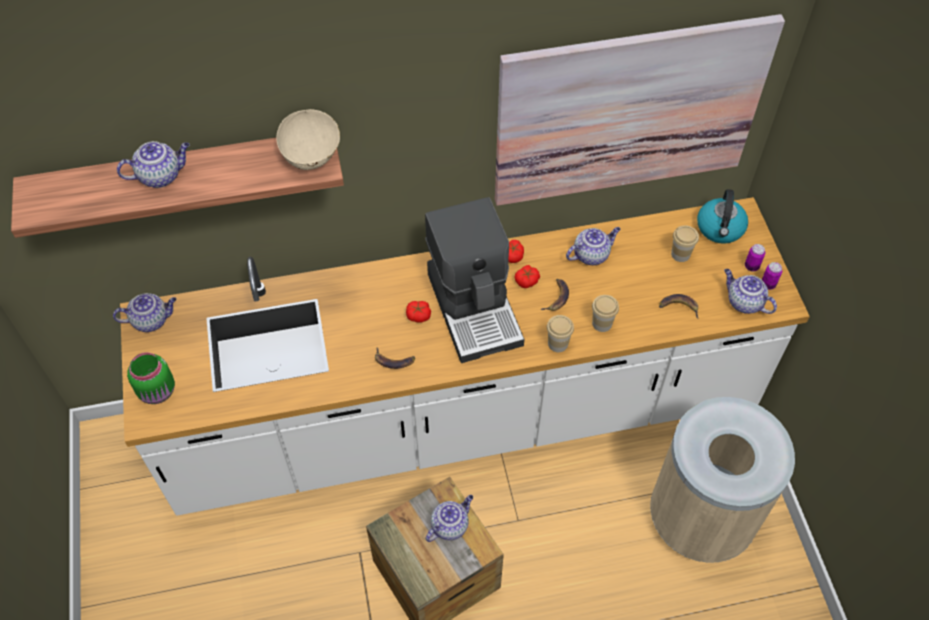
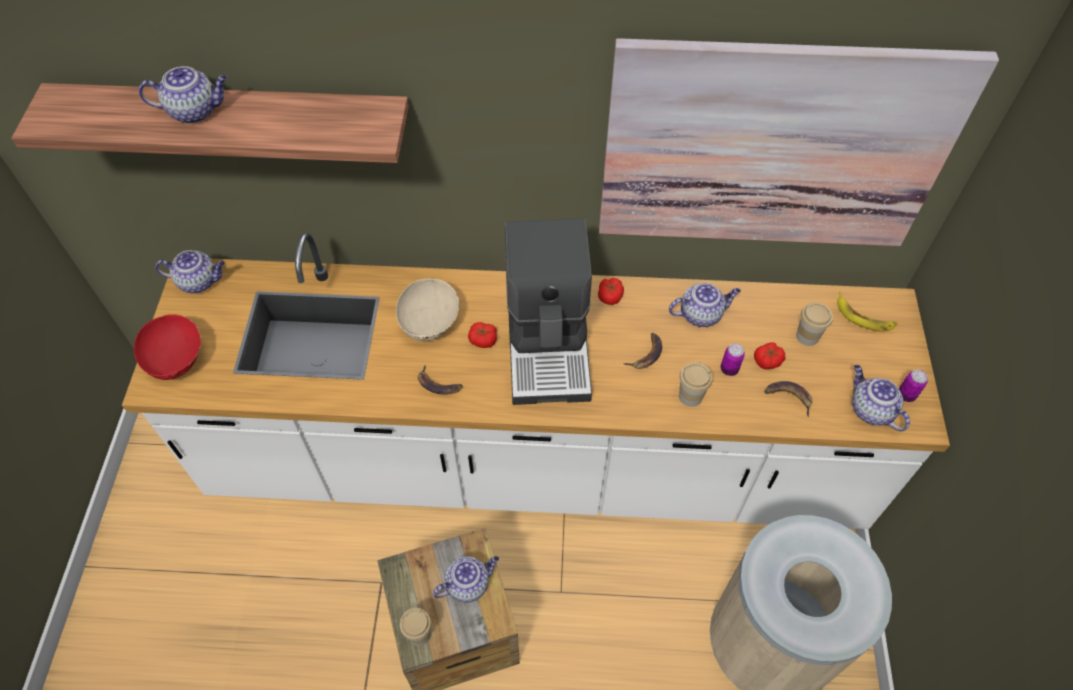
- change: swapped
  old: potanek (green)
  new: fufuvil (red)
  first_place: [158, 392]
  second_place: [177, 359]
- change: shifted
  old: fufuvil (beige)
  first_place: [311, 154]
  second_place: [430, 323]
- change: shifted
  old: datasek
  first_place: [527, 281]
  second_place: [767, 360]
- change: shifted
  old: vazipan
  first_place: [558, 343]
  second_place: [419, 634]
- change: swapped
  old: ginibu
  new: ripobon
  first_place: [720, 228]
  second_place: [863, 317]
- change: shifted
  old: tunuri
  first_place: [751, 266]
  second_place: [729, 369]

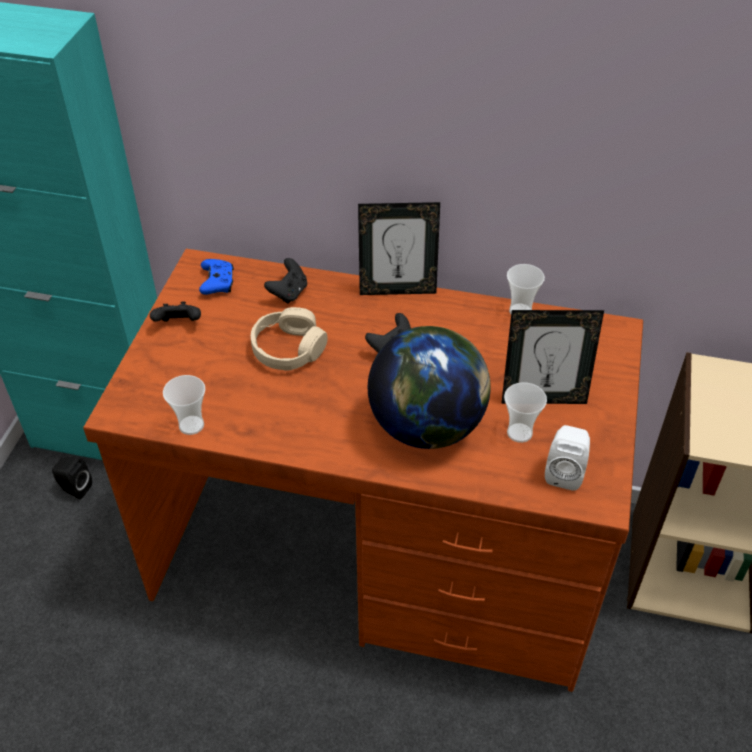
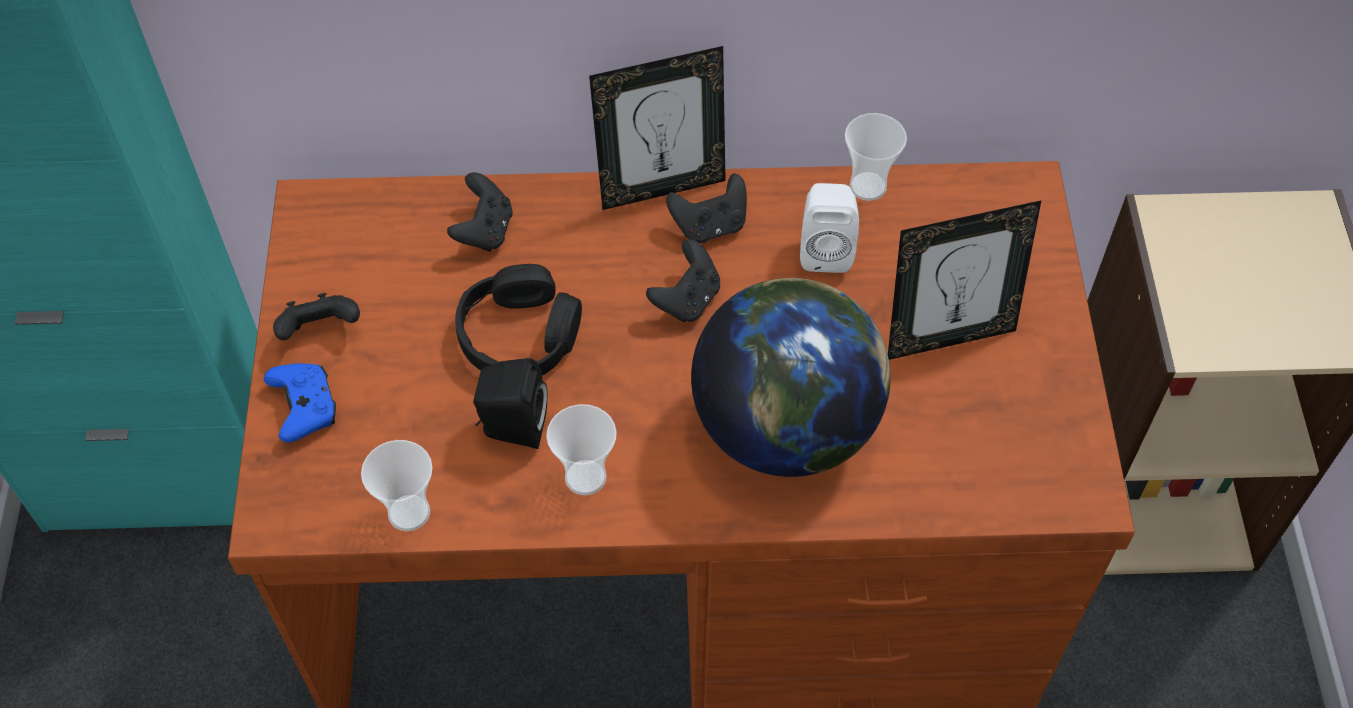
- change: shifted
  old: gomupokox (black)
  first_place: [74, 488]
  second_place: [511, 428]
- change: shifted
  old: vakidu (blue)
  first_place: [217, 283]
  second_place: [305, 408]
- change: repainted
  old: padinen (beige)
  new: padinen (black)
  first_place: [288, 349]
  second_place: [520, 336]
- change: shifted
  old: vazipan
  first_place: [519, 433]
  second_place: [585, 477]
- change: shifted
  old: gomupokox (white)
  first_place: [564, 472]
  second_place: [825, 249]
- change: new
  new: vakidu (black)
  second_place: [710, 226]

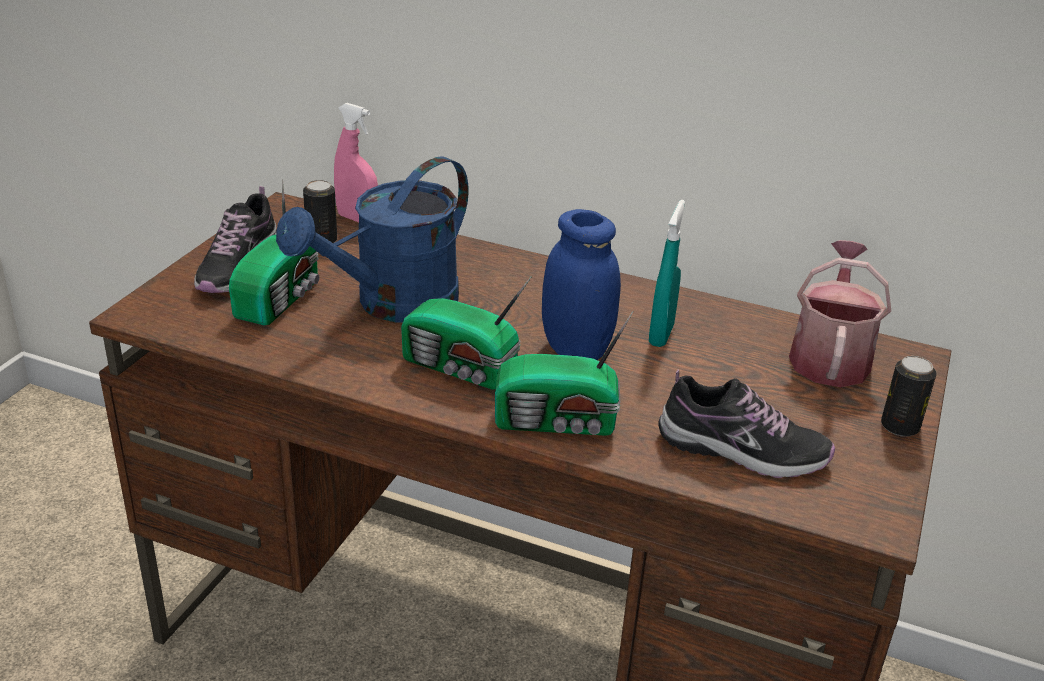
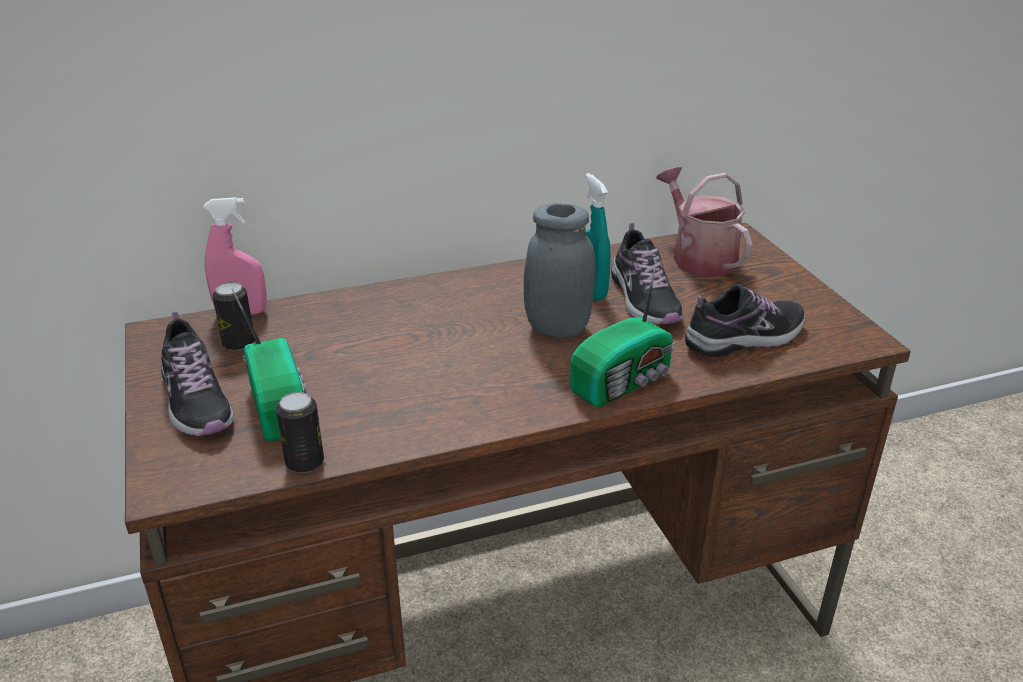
- change: gone
  old: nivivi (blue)
  first_place: [393, 305]
- change: gone
  old: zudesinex
  first_place: [461, 368]
- change: repainted
  old: potanek (blue)
  new: potanek (grey)
  first_place: [576, 350]
  second_place: [557, 328]
- change: shifted
  old: tunuri
  first_place: [899, 427]
  second_place: [305, 462]
- change: new
  new: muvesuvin
  second_place: [644, 299]

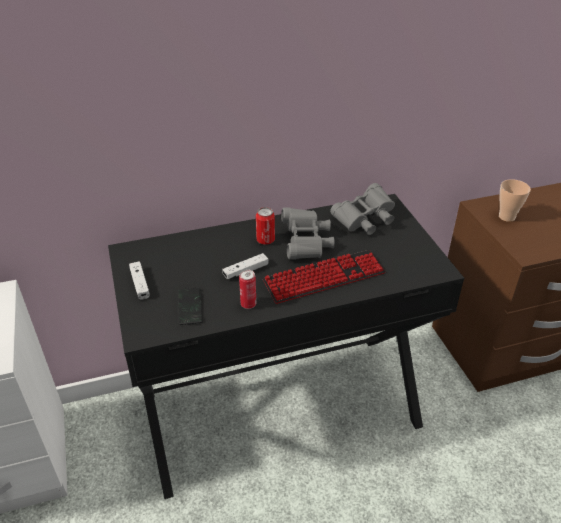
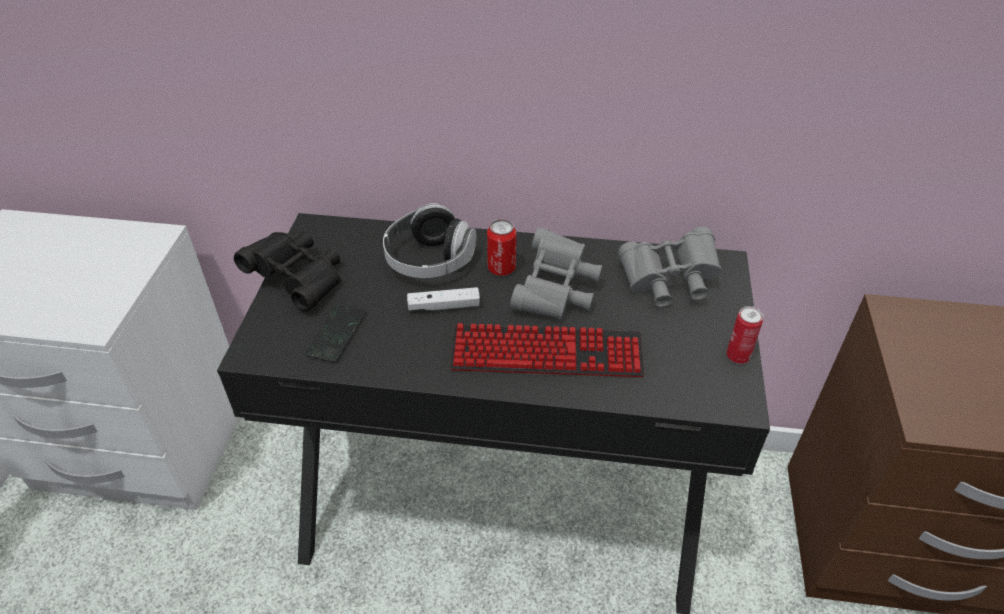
- change: swapped
  old: vakidu (white)
  new: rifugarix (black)
  first_place: [140, 284]
  second_place: [298, 280]
- change: shifted
  old: tunuri
  first_place: [248, 304]
  second_place: [737, 356]
- change: gone
  old: vazipan
  first_place: [506, 217]
- change: new
  new: padinen
  second_place: [429, 260]

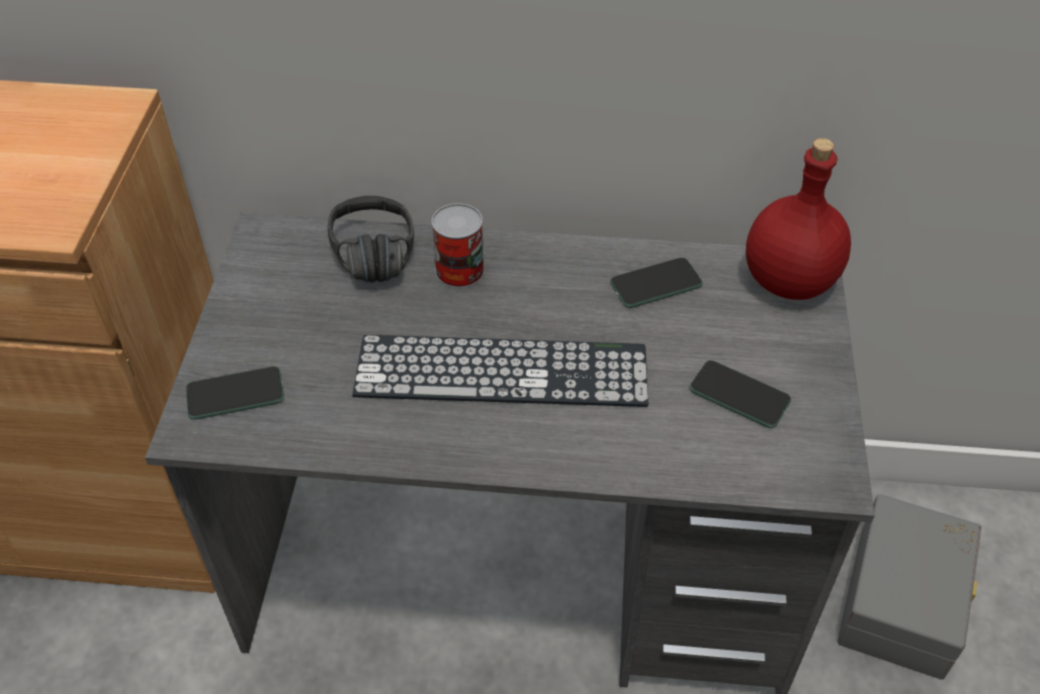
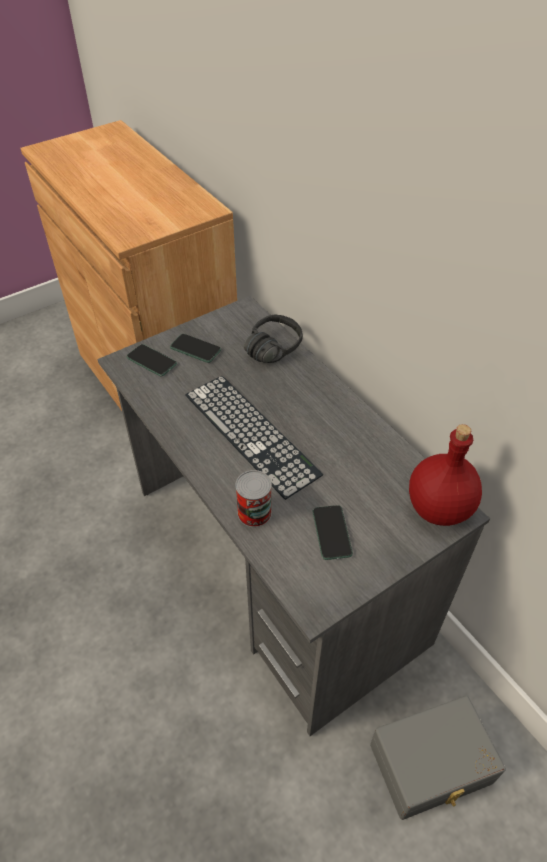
- change: shifted
  old: tunuri
  first_place: [459, 270]
  second_place: [254, 513]
- change: shifted
  old: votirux
  first_place: [655, 284]
  second_place: [195, 349]

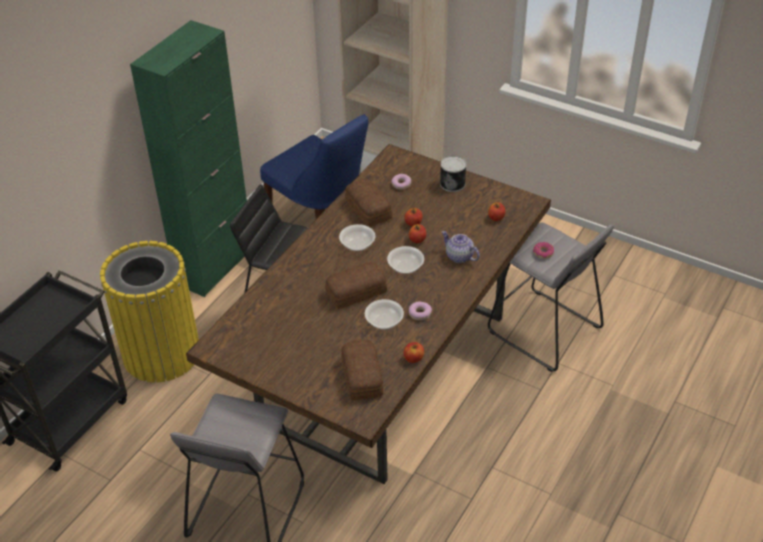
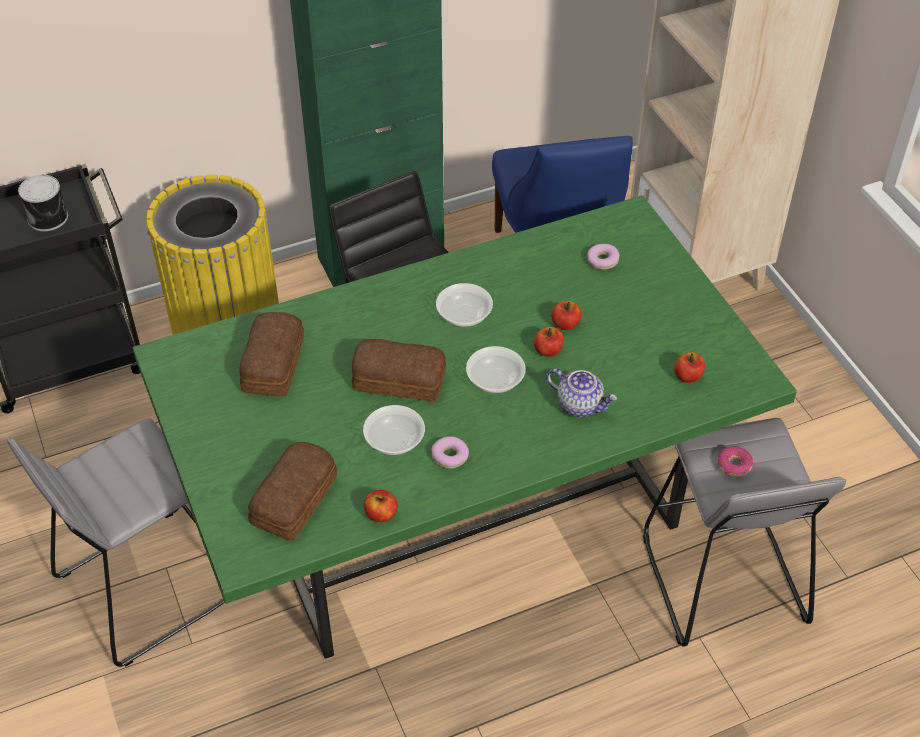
- change: repainted
  old: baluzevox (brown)
  new: baluzevox (green)
  first_place: [383, 370]
  second_place: [458, 506]
- change: shifted
  old: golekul
  first_place: [368, 210]
  second_place: [271, 365]
- change: shifted
  old: tunuri
  first_place: [453, 183]
  second_place: [49, 217]
- change: rotated
  old: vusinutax
  first_place: [459, 256]
  second_place: [580, 405]
  degrees: 135

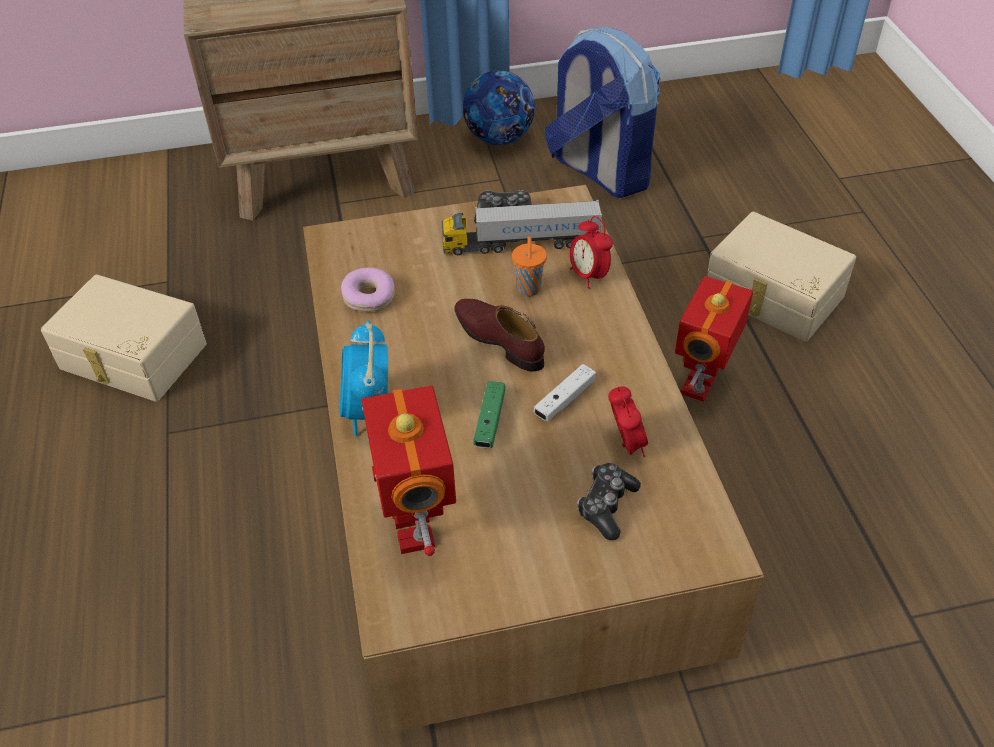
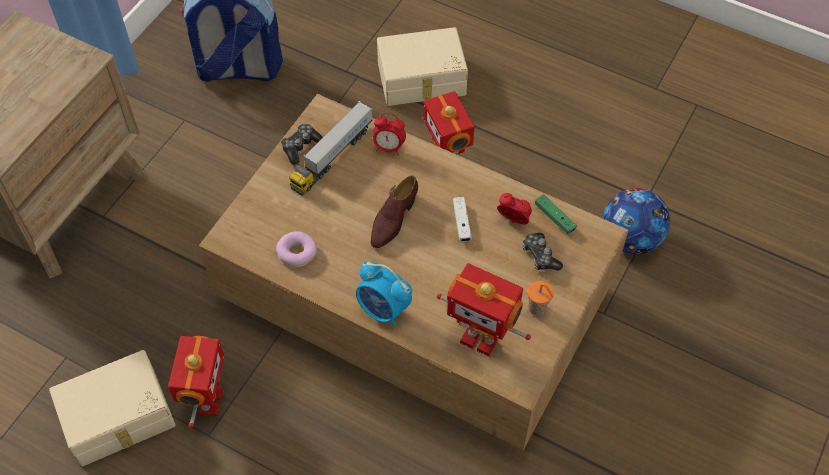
- change: rotated
  old: muvesuvin (brown)
  first_place: [499, 339]
  second_place: [393, 219]
  degrees: -60
- change: shifted
  old: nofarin
  first_place: [499, 138]
  second_place: [630, 239]
- change: shifted
  old: vakidu (green)
  first_place: [490, 421]
  second_place: [554, 218]
- change: shifted
  old: vazipan (orange)
  first_place: [529, 290]
  second_place: [538, 309]
- change: new
  new: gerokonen
  second_place: [208, 401]

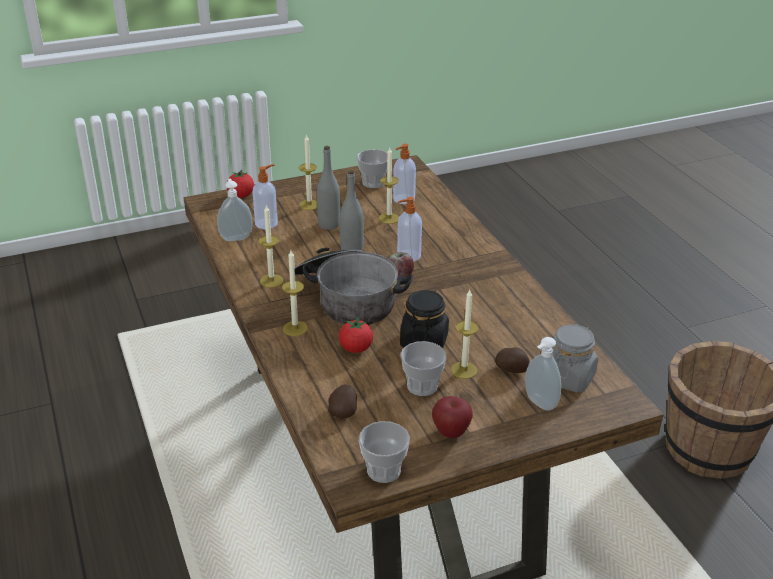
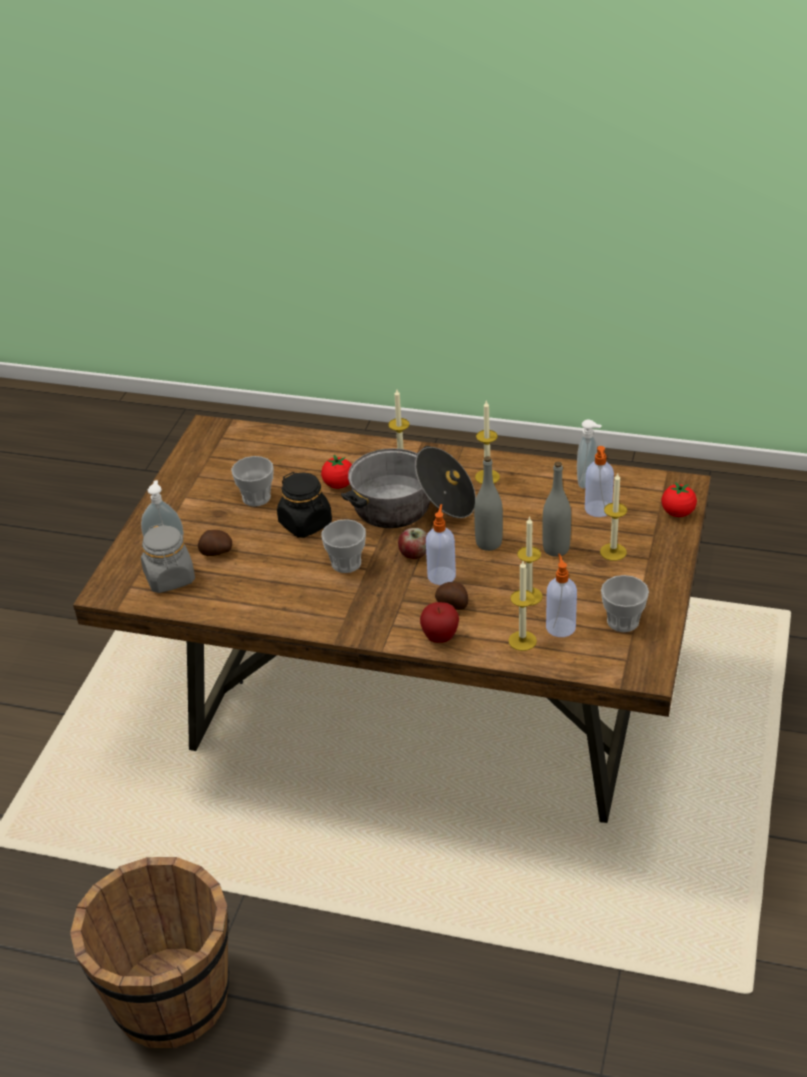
- change: shifted
  old: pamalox
  first_place: [343, 411]
  second_place: [453, 605]
- change: shifted
  old: vazipan
  first_place: [384, 470]
  second_place: [346, 563]
- change: shifted
  old: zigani
  first_place: [451, 432]
  second_place: [440, 638]
- change: shifted
  old: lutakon
  first_place: [464, 370]
  second_place: [522, 641]

